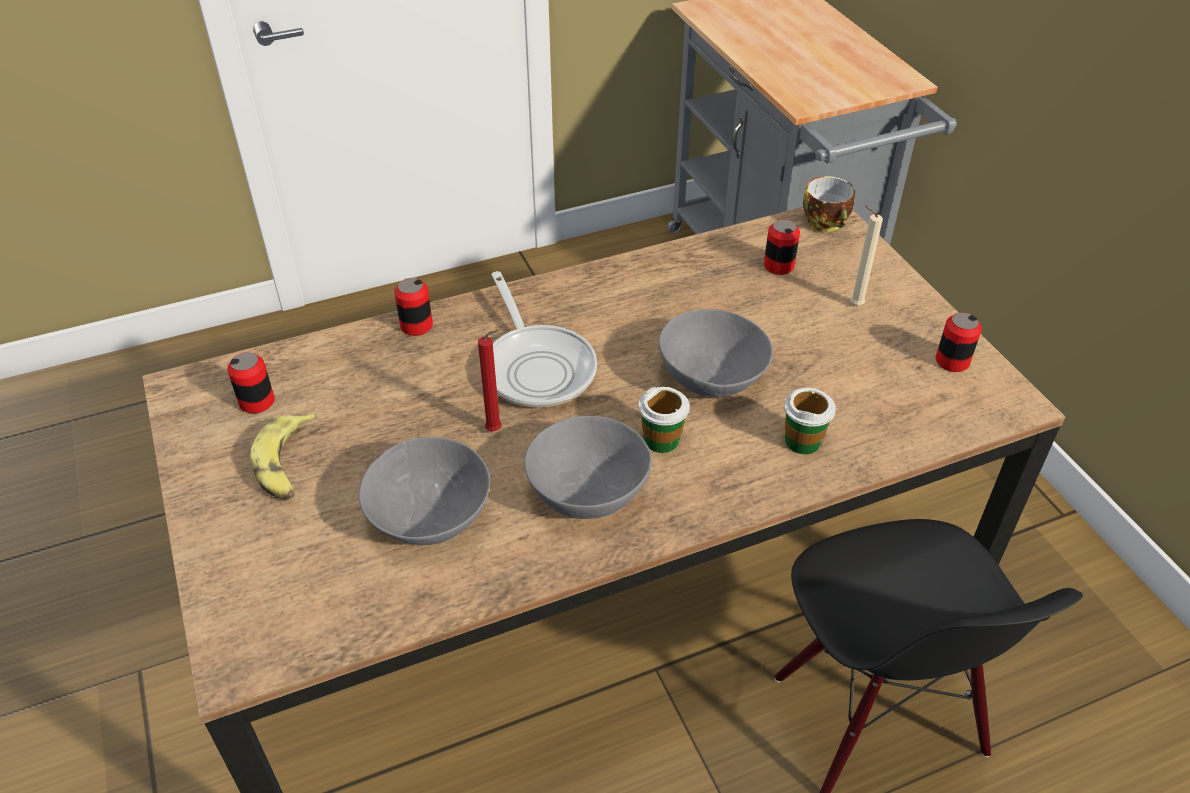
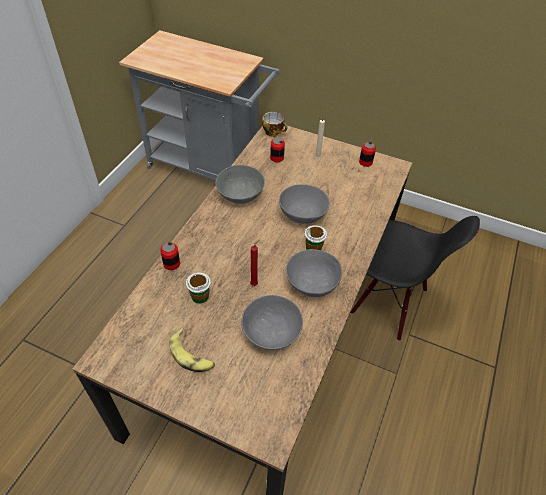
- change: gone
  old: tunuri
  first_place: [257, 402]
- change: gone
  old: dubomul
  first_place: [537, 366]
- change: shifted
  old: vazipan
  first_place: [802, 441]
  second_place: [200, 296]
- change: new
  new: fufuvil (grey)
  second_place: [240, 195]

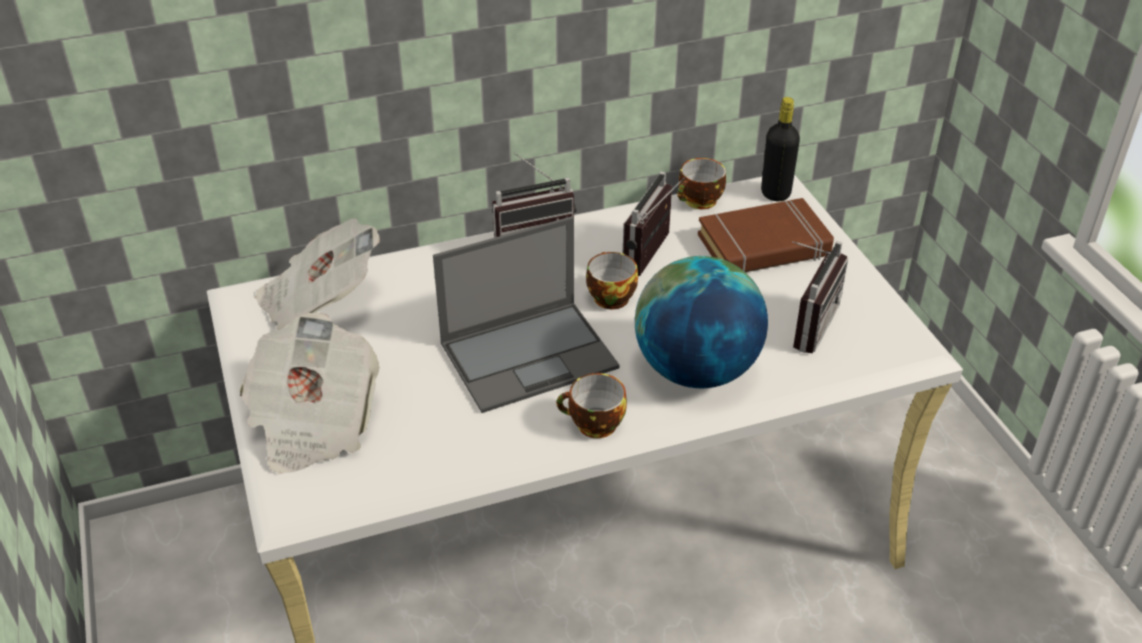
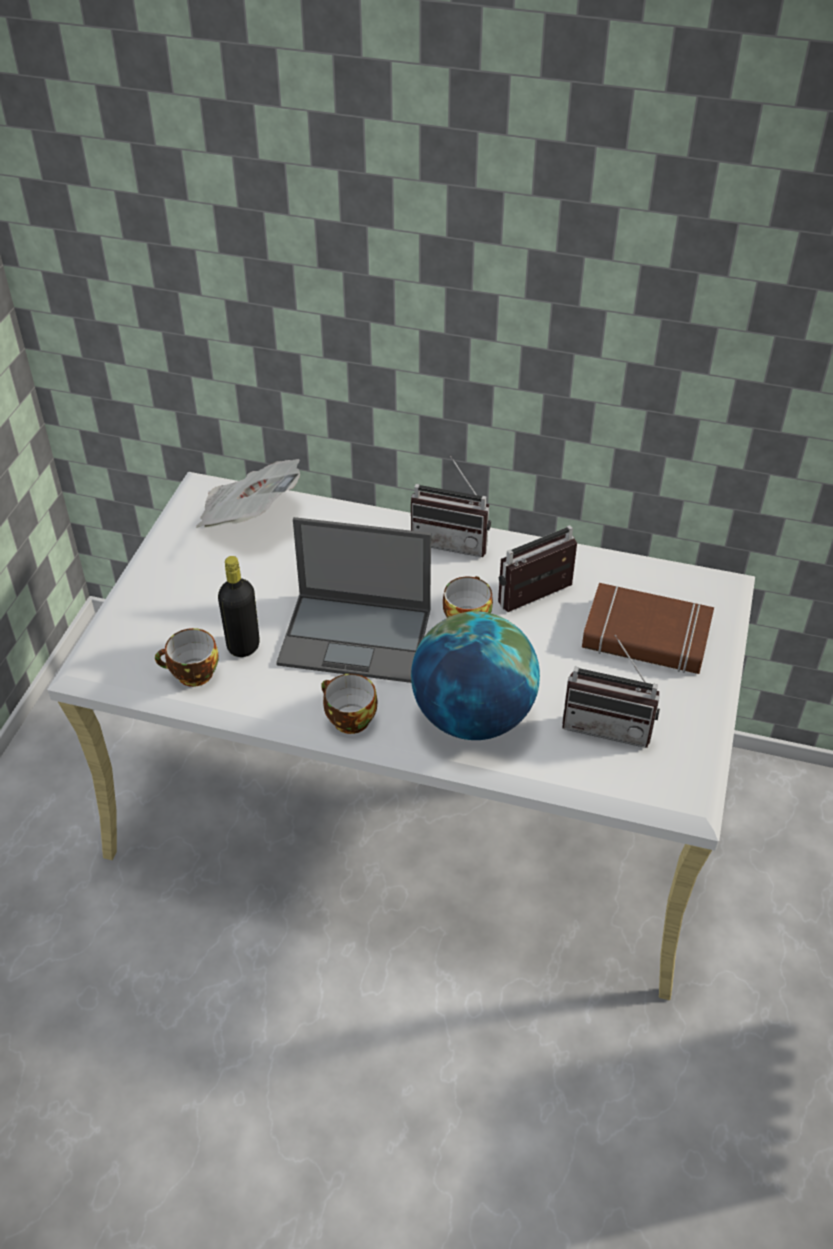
- change: gone
  old: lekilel
  first_place: [313, 422]
- change: shifted
  old: vazipan
  first_place: [699, 202]
  second_place: [192, 675]
- change: shifted
  old: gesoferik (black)
  first_place: [775, 193]
  second_place: [243, 646]
- change: rotated
  old: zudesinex
  first_place: [806, 323]
  second_place: [609, 724]
  degrees: 45

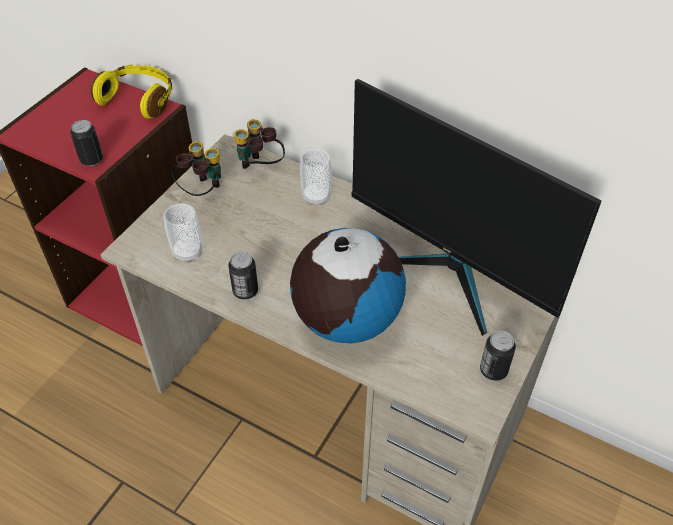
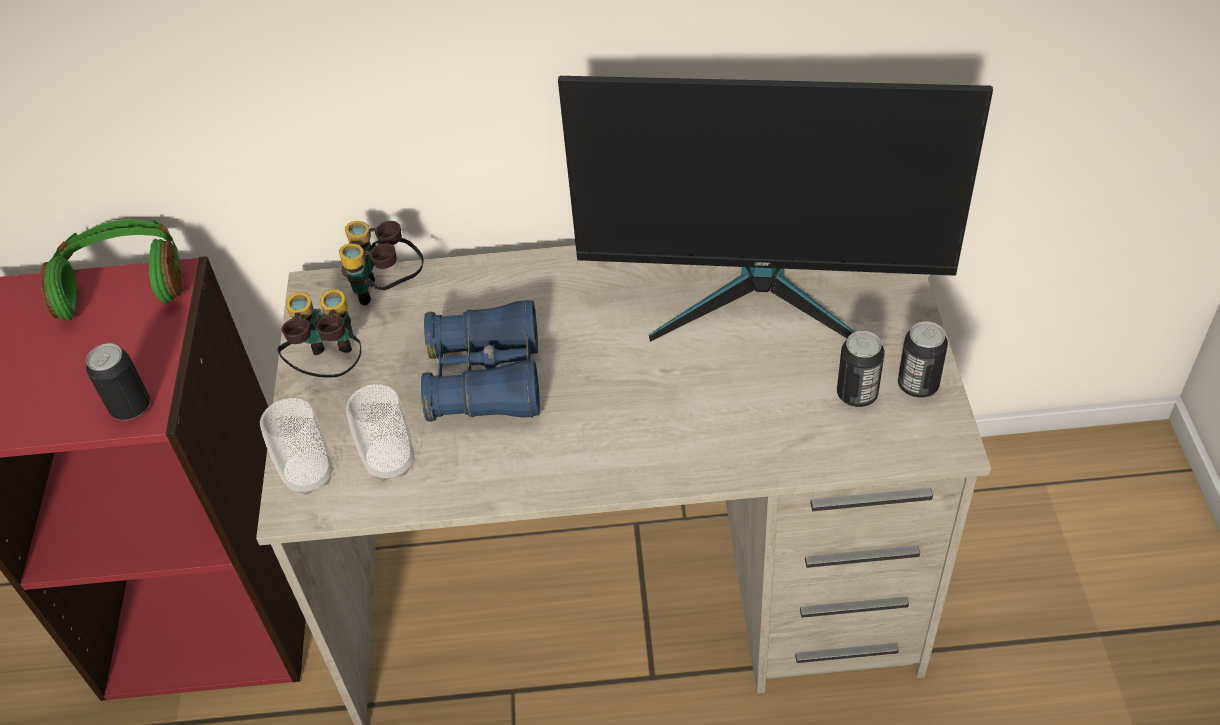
- change: repainted
  old: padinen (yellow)
  new: padinen (green)
  first_place: [139, 99]
  second_place: [123, 282]
- change: shifted
  old: tunuri
  first_place: [245, 291]
  second_place: [857, 394]
- change: gone
  old: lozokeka
  first_place: [346, 319]
- change: shifted
  old: vazipan
  first_place: [316, 197]
  second_place: [309, 475]
- change: new
  new: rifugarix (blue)
  second_place: [486, 379]

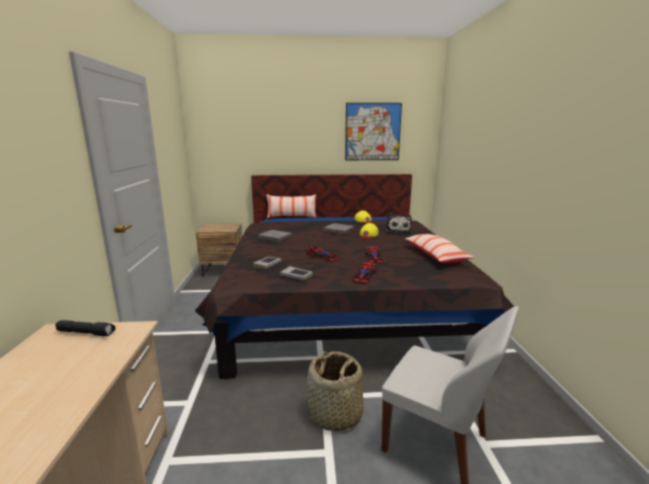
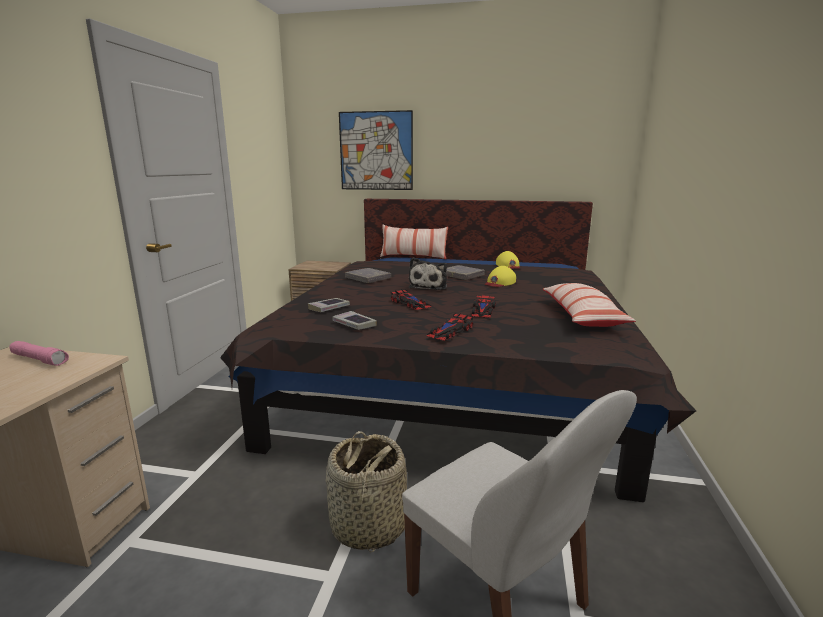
- change: repainted
  old: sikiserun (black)
  new: sikiserun (pink)
  first_place: [87, 333]
  second_place: [40, 359]
- change: shifted
  old: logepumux
  first_place: [372, 132]
  second_place: [376, 151]
- change: shifted
  old: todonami
  first_place: [397, 230]
  second_place: [429, 286]

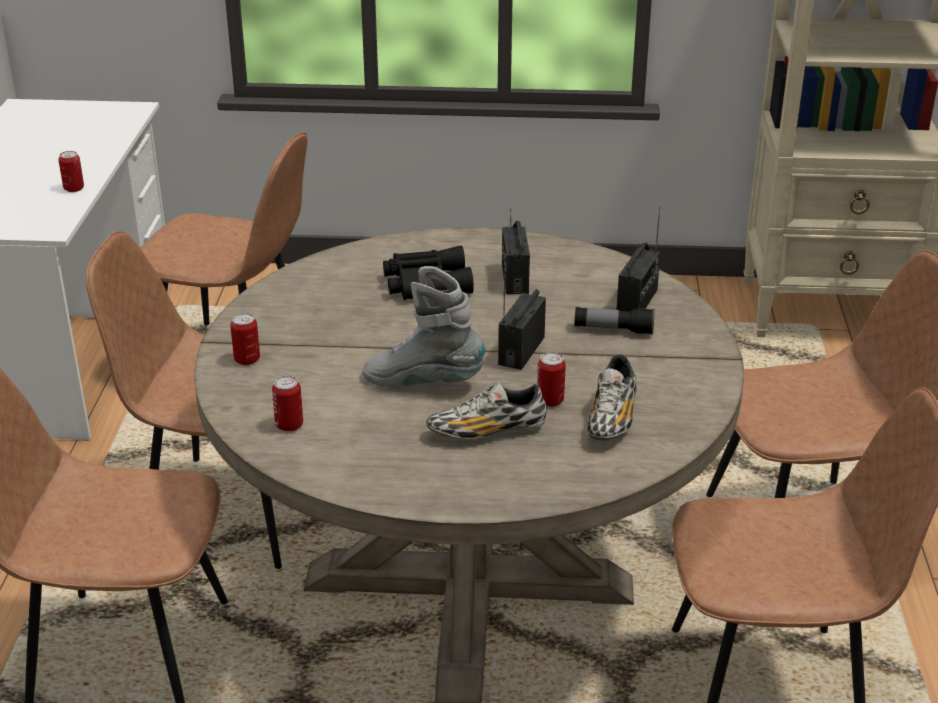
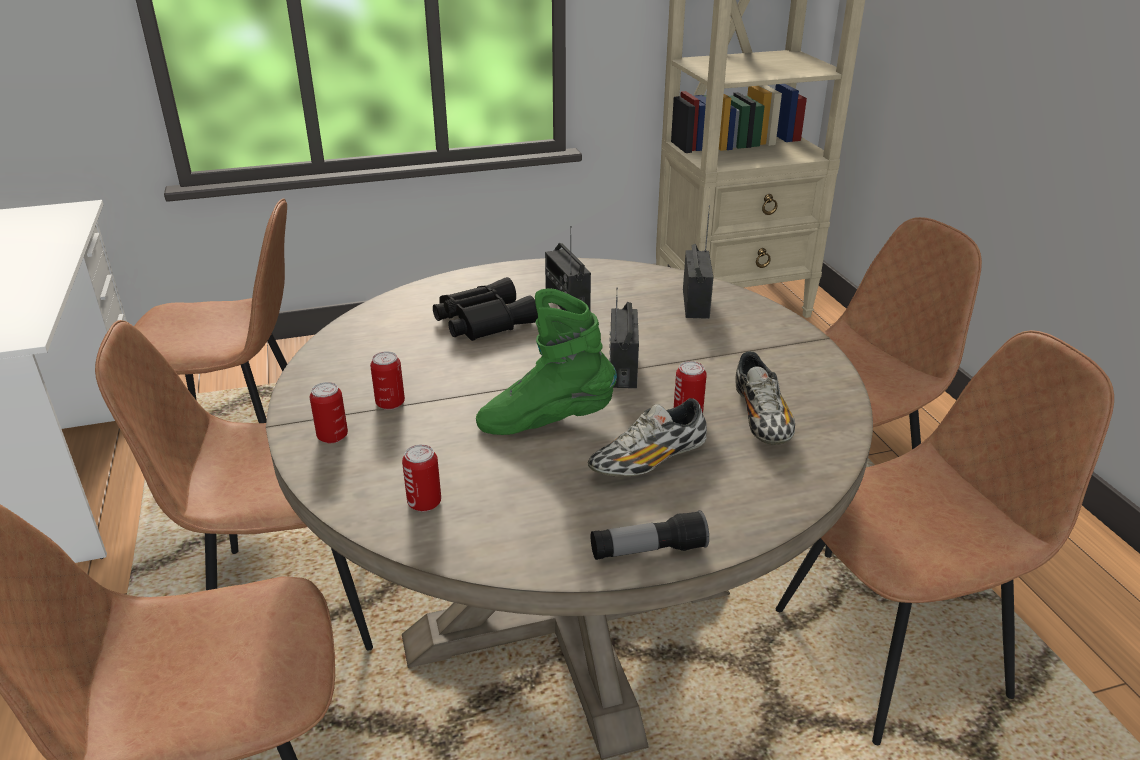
- change: shifted
  old: tunuri
  first_place: [74, 188]
  second_place: [390, 403]
- change: repainted
  old: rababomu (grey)
  new: rababomu (green)
  first_place: [423, 382]
  second_place: [546, 421]
- change: shifted
  old: sikiserun
  first_place: [613, 330]
  second_place: [648, 551]

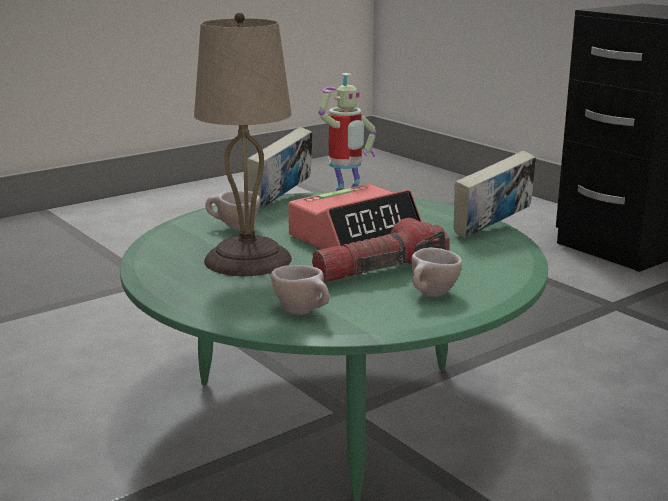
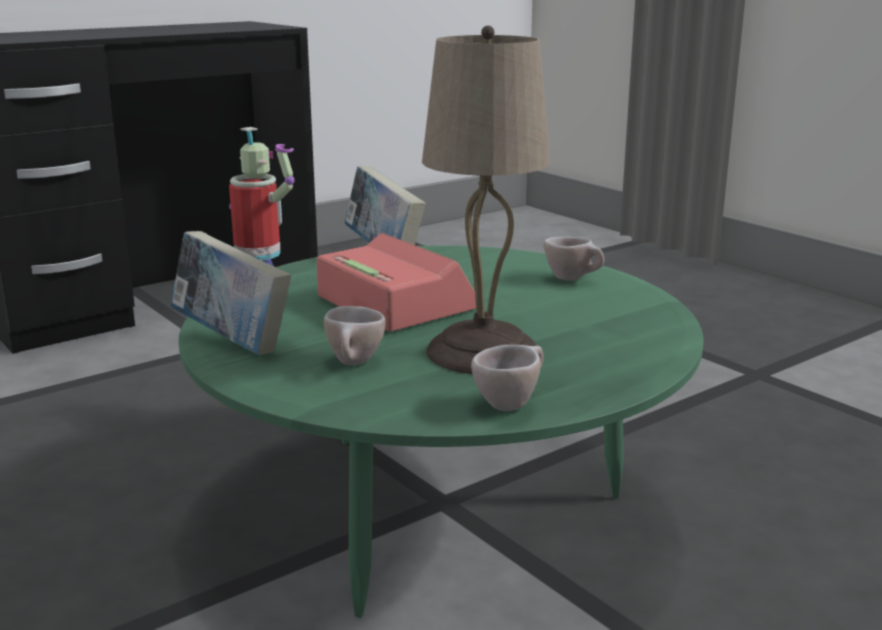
- change: shifted
  old: vazipan (beige)
  first_place: [304, 313]
  second_place: [511, 403]
- change: gone
  old: sikiserun
  first_place: [380, 271]

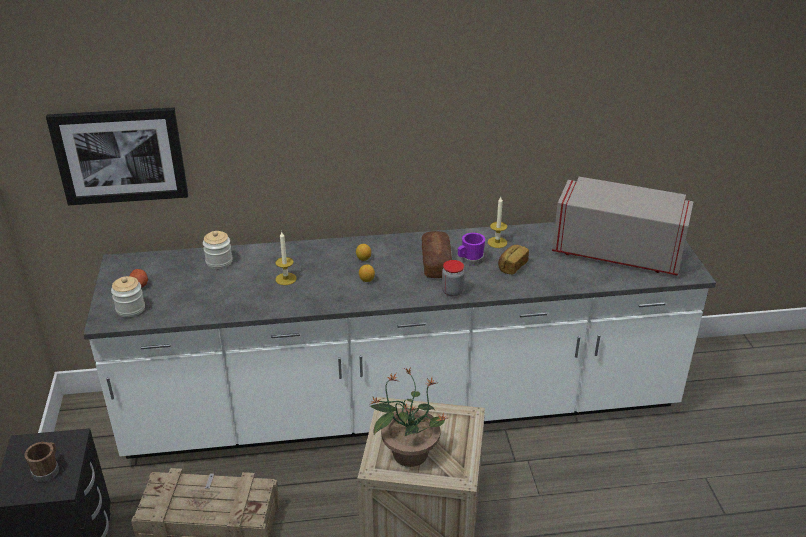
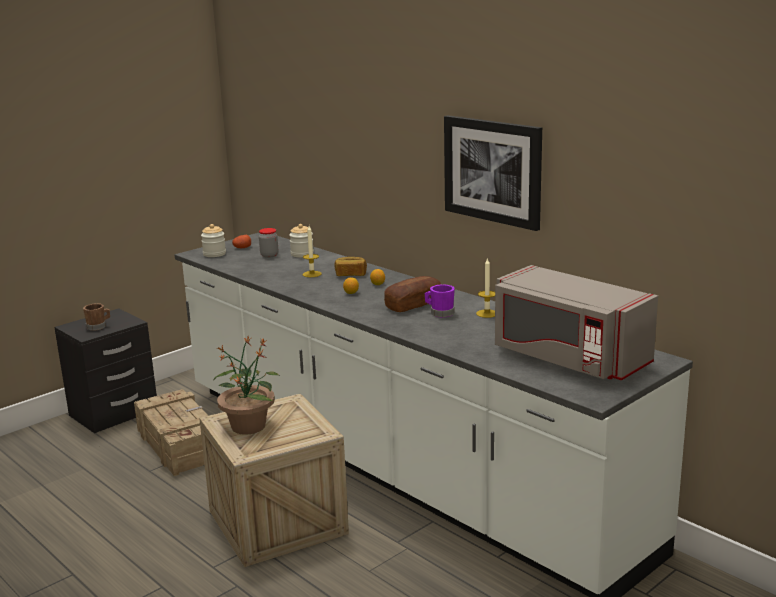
- change: shifted
  old: logepumux
  first_place: [120, 155]
  second_place: [493, 171]
- change: shifted
  old: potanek
  first_place: [452, 291]
  second_place: [269, 255]
- change: shifted
  old: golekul
  first_place: [511, 266]
  second_place: [350, 274]
- change: rotated
  old: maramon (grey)
  first_place: [618, 251]
  second_place: [568, 358]
  degrees: 150

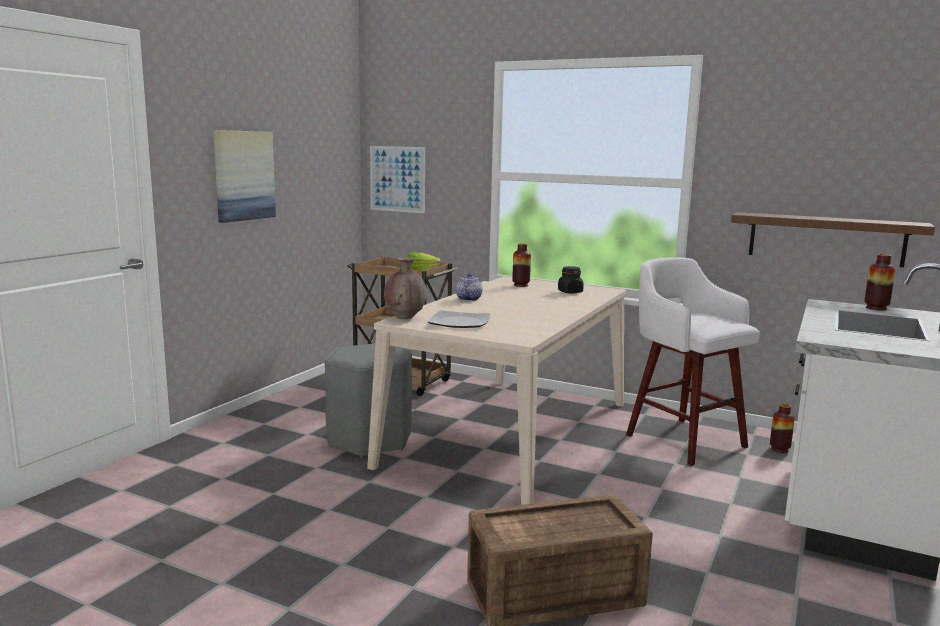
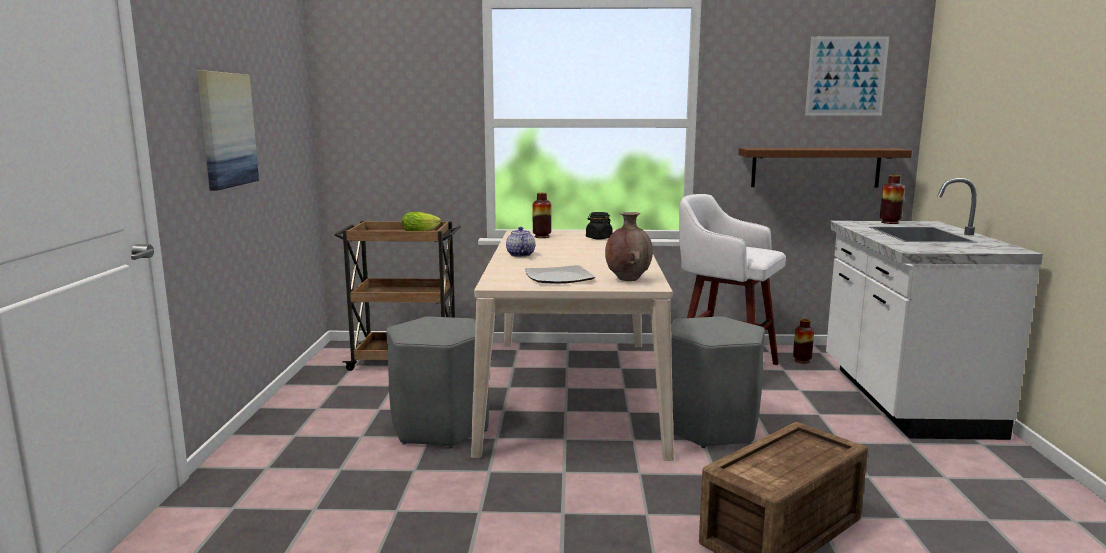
- change: shifted
  old: logepumux
  first_place: [397, 179]
  second_place: [846, 76]
- change: shifted
  old: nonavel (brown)
  first_place: [405, 317]
  second_place: [627, 279]
- change: new
  new: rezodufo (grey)
  second_place: [710, 427]

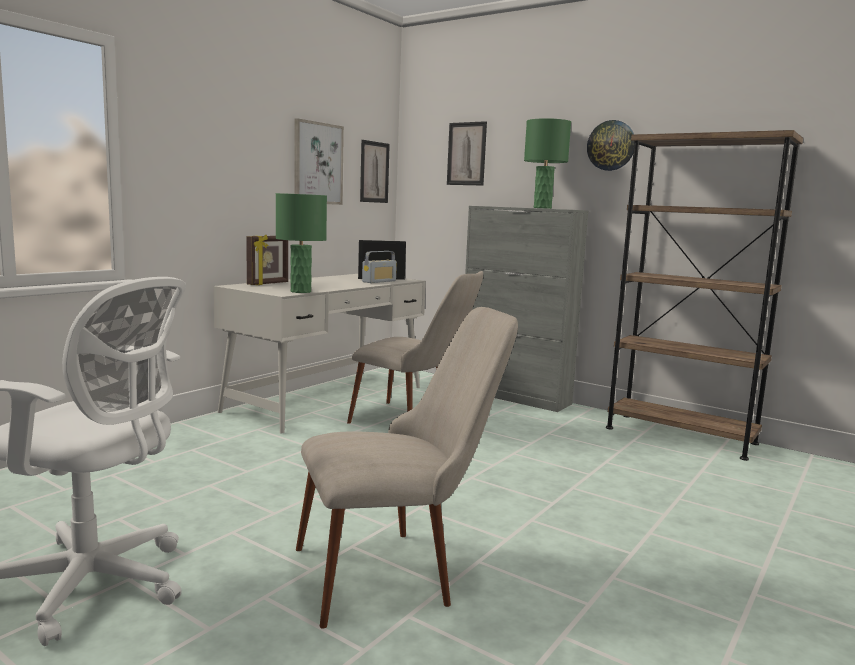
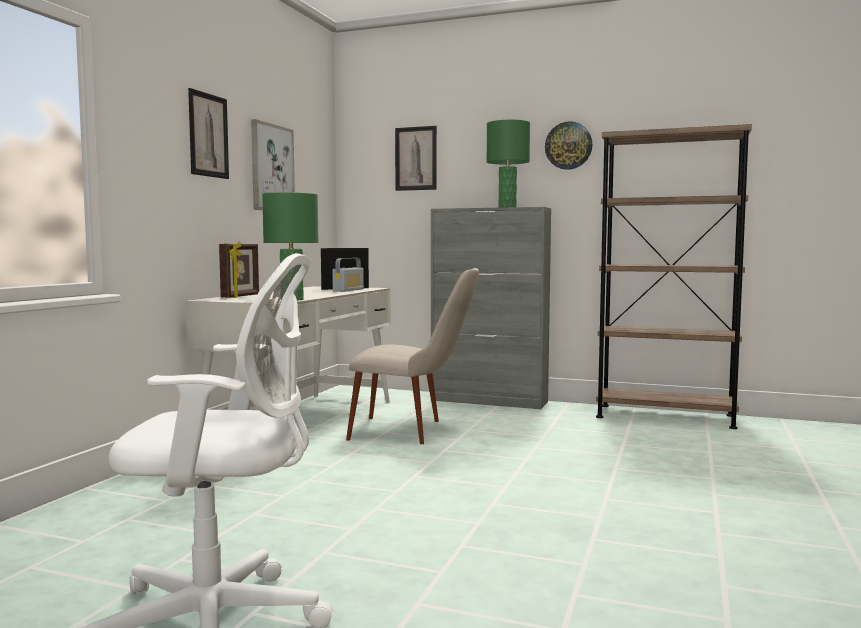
- change: gone
  old: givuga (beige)
  first_place: [398, 571]
- change: shifted
  old: logepumux
  first_place: [374, 172]
  second_place: [208, 135]

